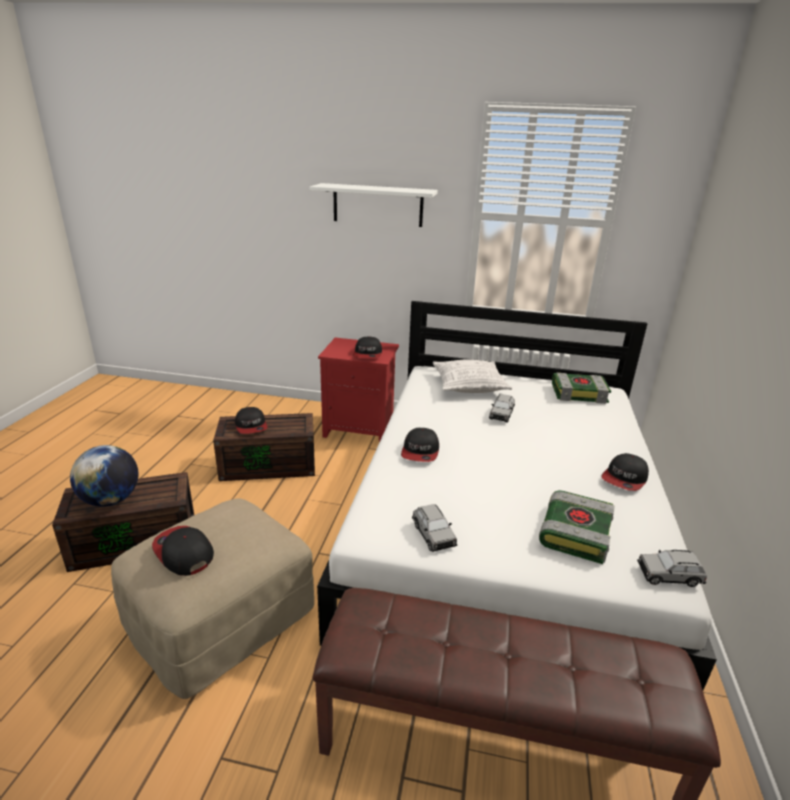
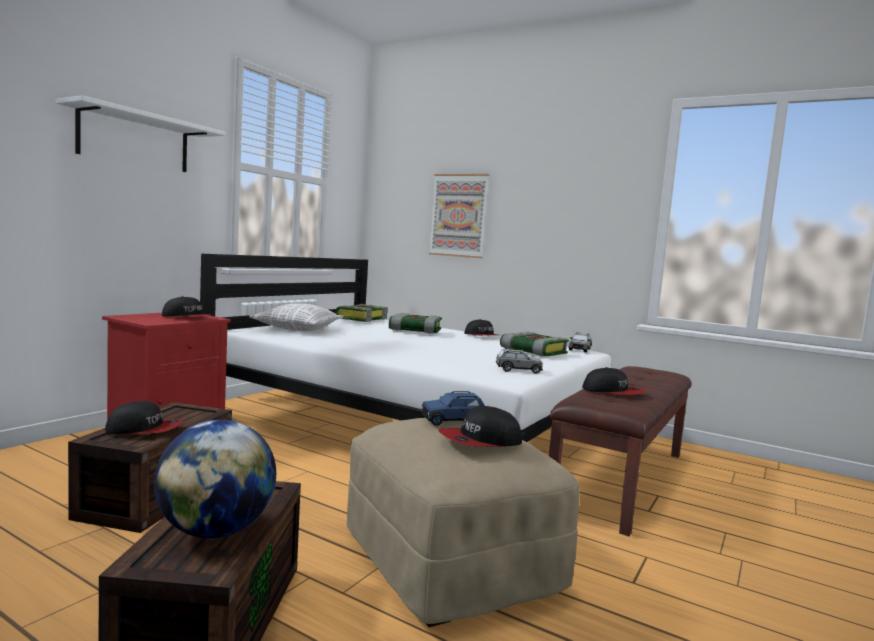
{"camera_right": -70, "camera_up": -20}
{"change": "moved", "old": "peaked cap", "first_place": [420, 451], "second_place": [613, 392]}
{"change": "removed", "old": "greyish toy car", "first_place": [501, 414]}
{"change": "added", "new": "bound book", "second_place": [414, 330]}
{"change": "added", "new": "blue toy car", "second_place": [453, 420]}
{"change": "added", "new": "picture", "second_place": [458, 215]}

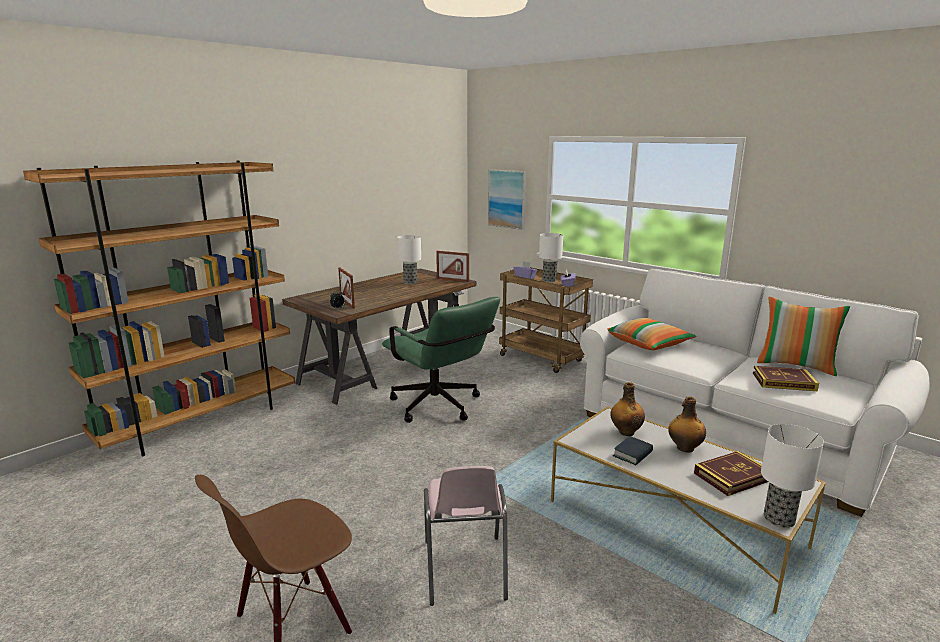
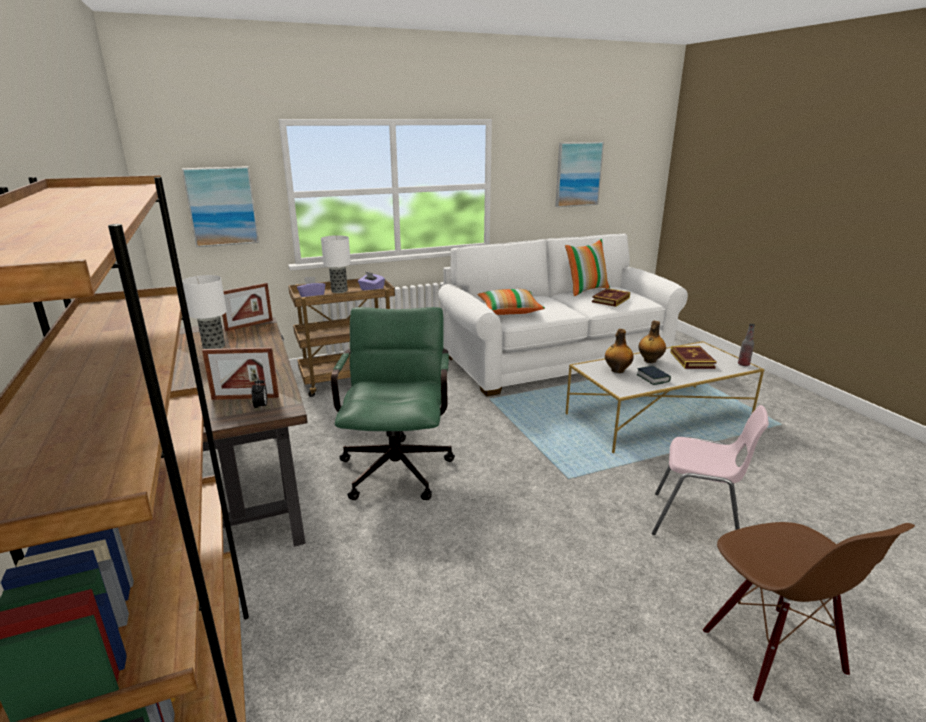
{"camera_right": -65, "camera_up": 5}
{"change": "turned", "old": "greenish office chair", "first_place": [440, 408], "second_place": [397, 464], "degrees": -75}
{"change": "replaced", "old": "lamp for a table", "new": "bottle", "first_place": [780, 519], "second_place": [743, 364]}
{"change": "added", "new": "picture", "second_place": [578, 174]}

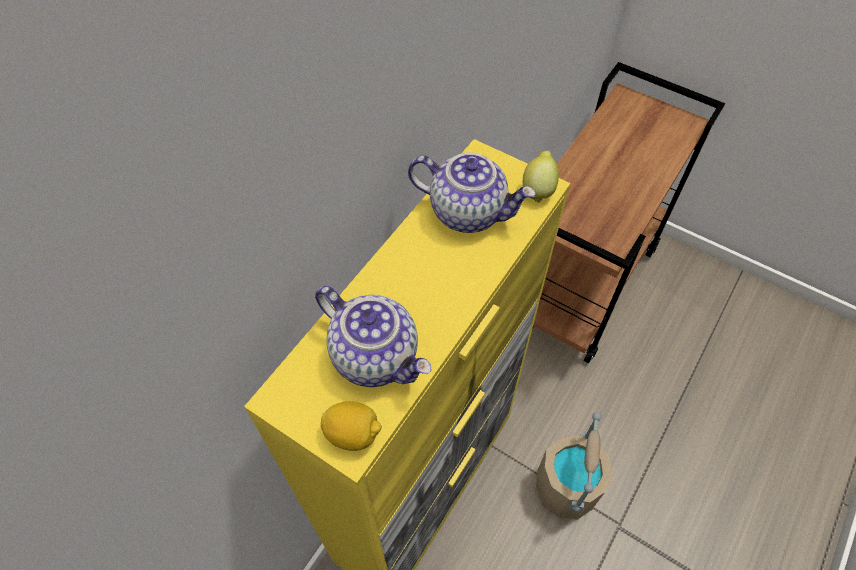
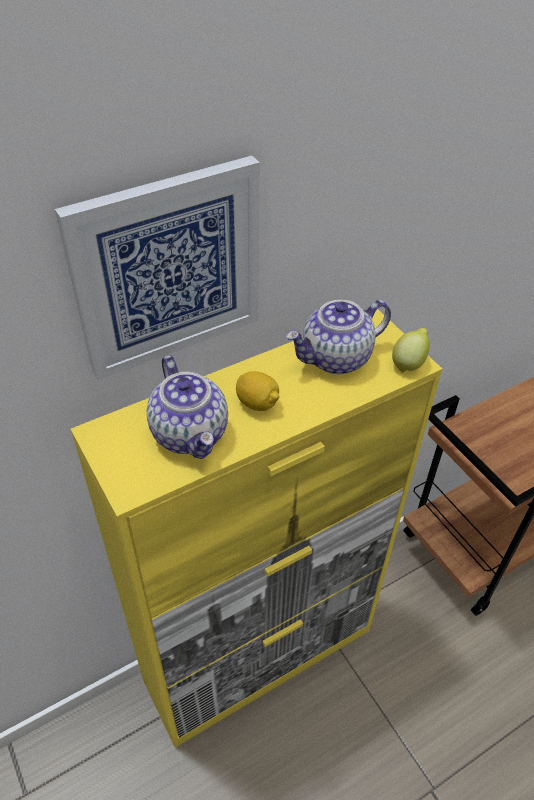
{"camera_right": 25, "camera_up": -10}
{"change": "moved", "old": "lemon", "first_place": [353, 434], "second_place": [257, 403]}
{"change": "turned", "old": "pot for tea", "first_place": [468, 211], "second_place": [336, 359], "degrees": 105}
{"change": "removed", "old": "beige bucket", "first_place": [566, 488]}
{"change": "added", "new": "picture", "second_place": [168, 269]}

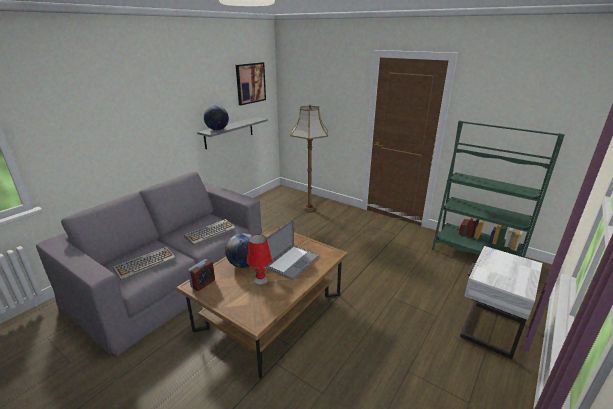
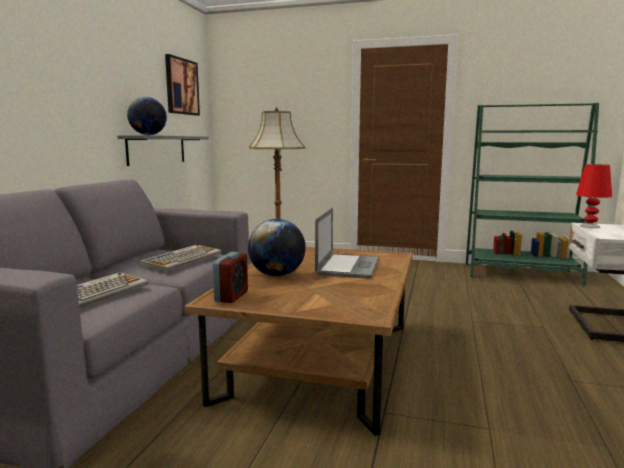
{"camera_right": -20, "camera_up": -15}
{"change": "moved", "old": "red lamp for a table", "first_place": [260, 280], "second_place": [589, 226]}

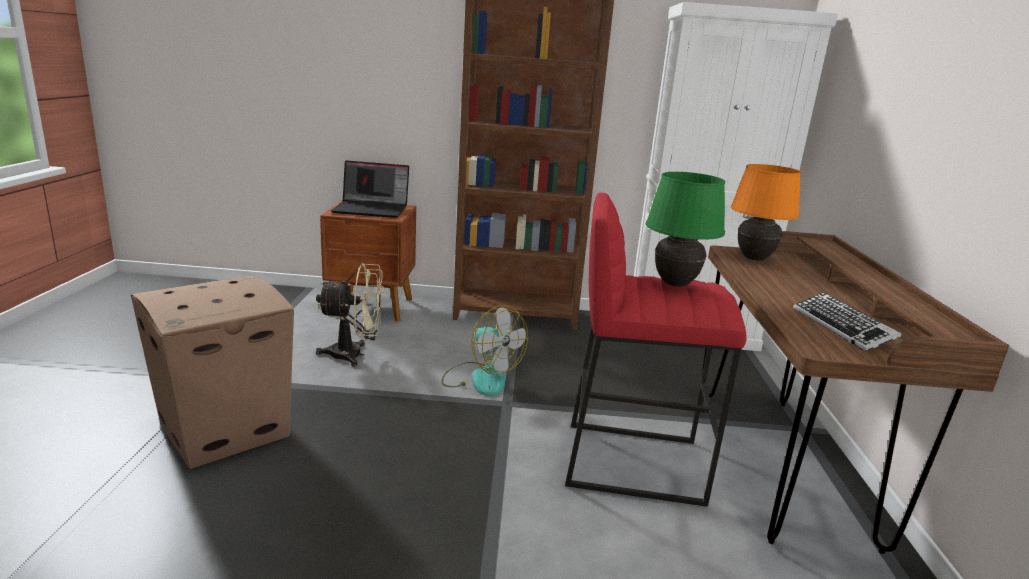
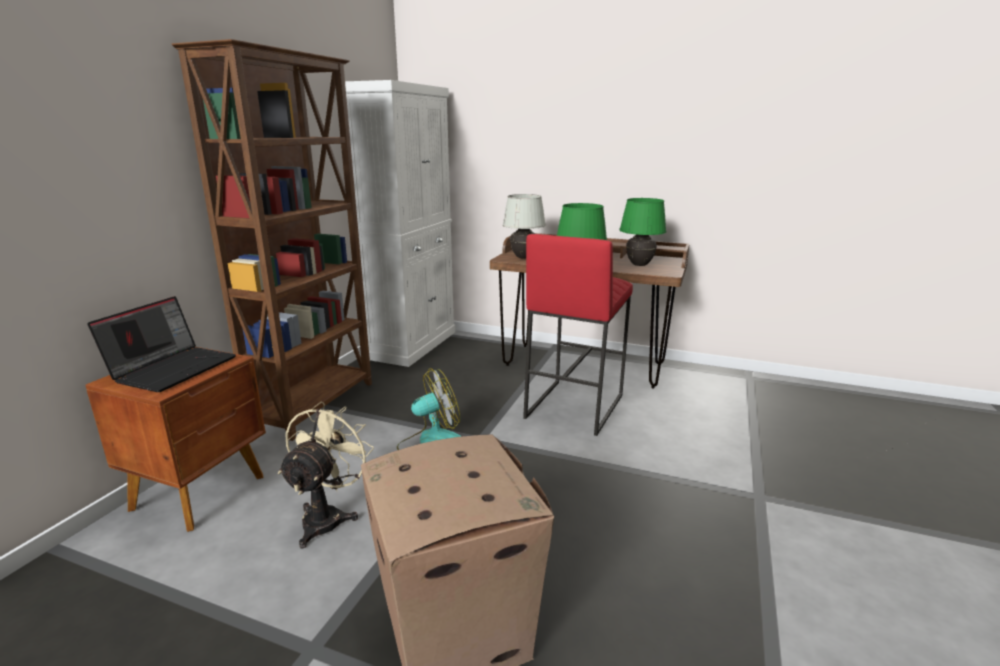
{"camera_right": -70, "camera_up": 0}
{"change": "recoloured", "old": "orangey lamp for a table", "new": "white lamp for a table", "first_place": [754, 259], "second_place": [523, 257]}
{"change": "replaced", "old": "PC keyboard", "new": "greenish lamp for a table", "first_place": [841, 327], "second_place": [639, 265]}

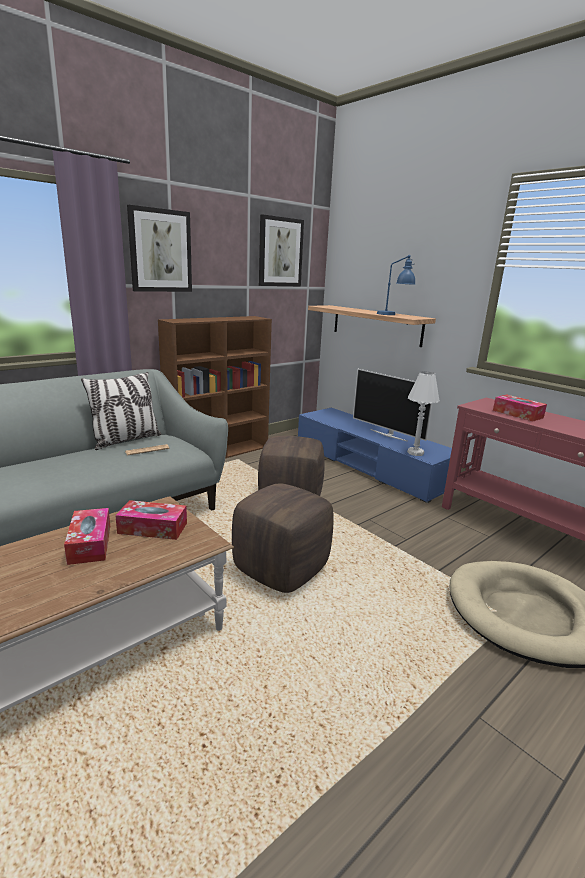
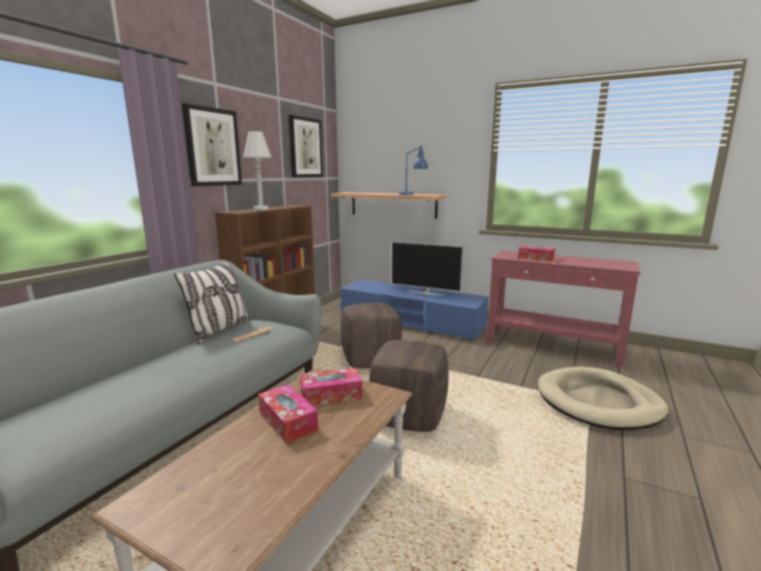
{"camera_right": -20, "camera_up": -5}
{"change": "moved", "old": "white lamp for a table", "first_place": [415, 453], "second_place": [261, 209]}

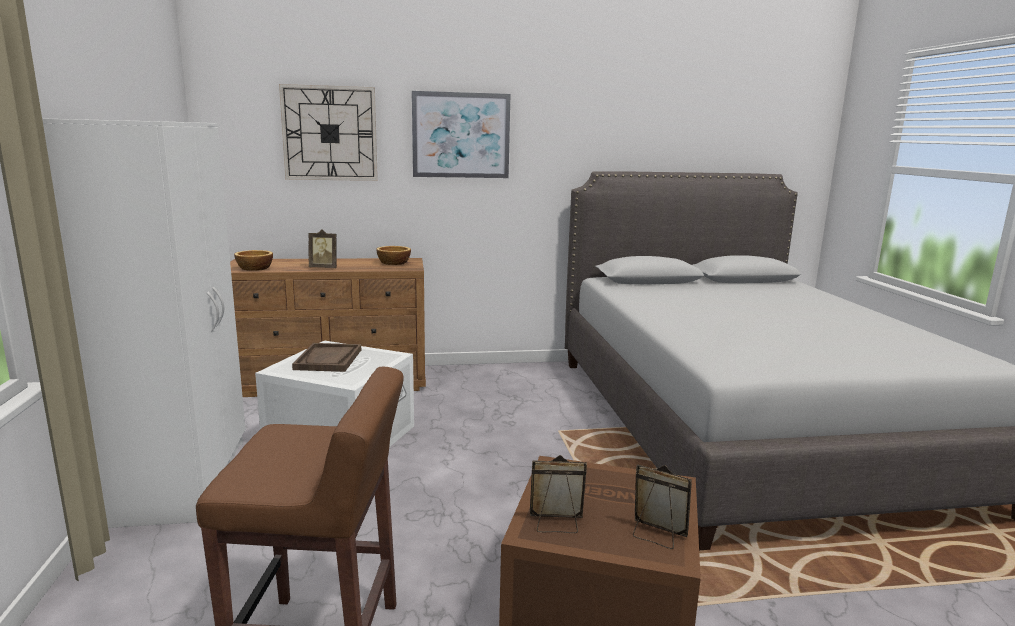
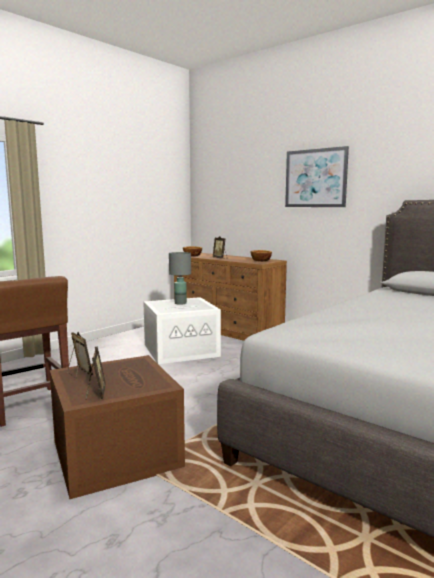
{"camera_right": 50, "camera_up": -5}
{"change": "removed", "old": "white armoire", "first_place": [185, 479]}
{"change": "removed", "old": "clock on the wall", "first_place": [330, 133]}
{"change": "replaced", "old": "brownish tray", "new": "greyish lamp for a table", "first_place": [328, 359], "second_place": [180, 303]}

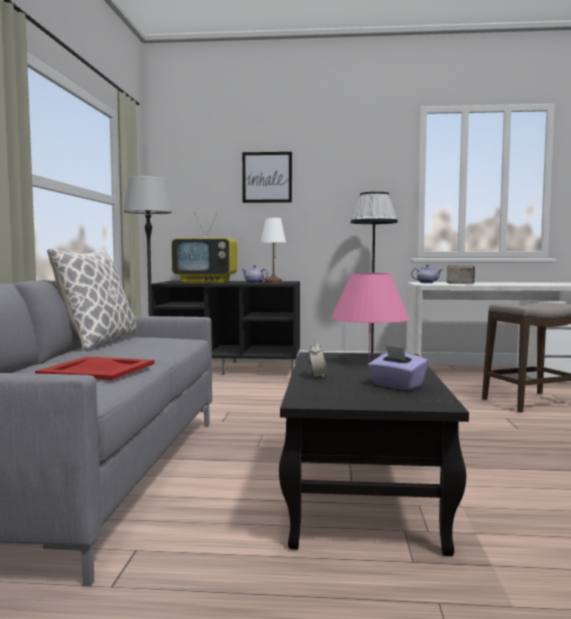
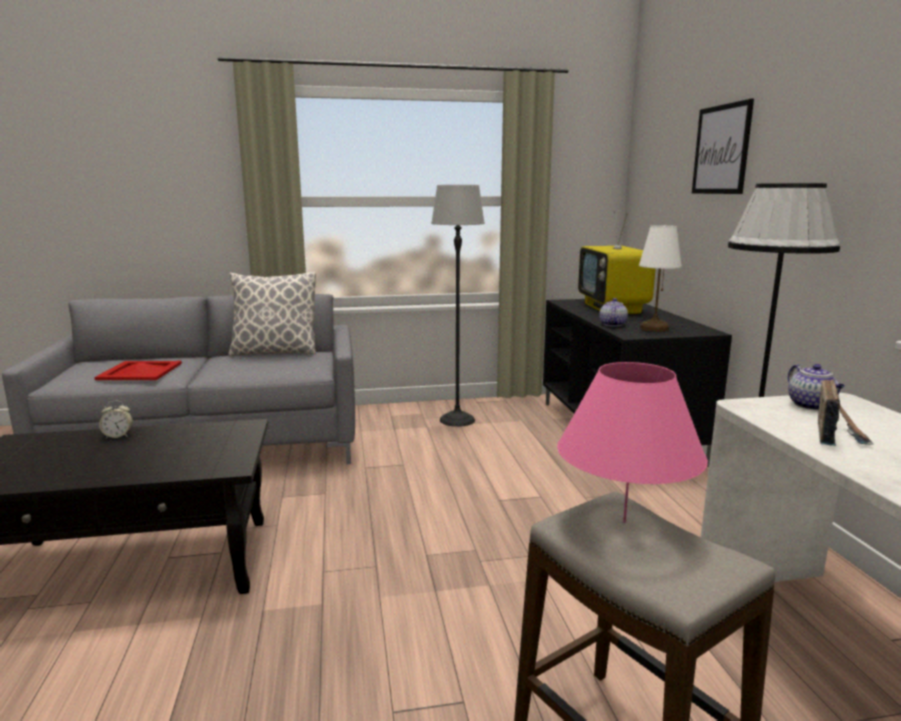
{"camera_right": 75, "camera_up": 10}
{"change": "moved", "old": "pink lamp for a table", "first_place": [369, 360], "second_place": [624, 522]}
{"change": "removed", "old": "purple box of tissues", "first_place": [396, 385]}

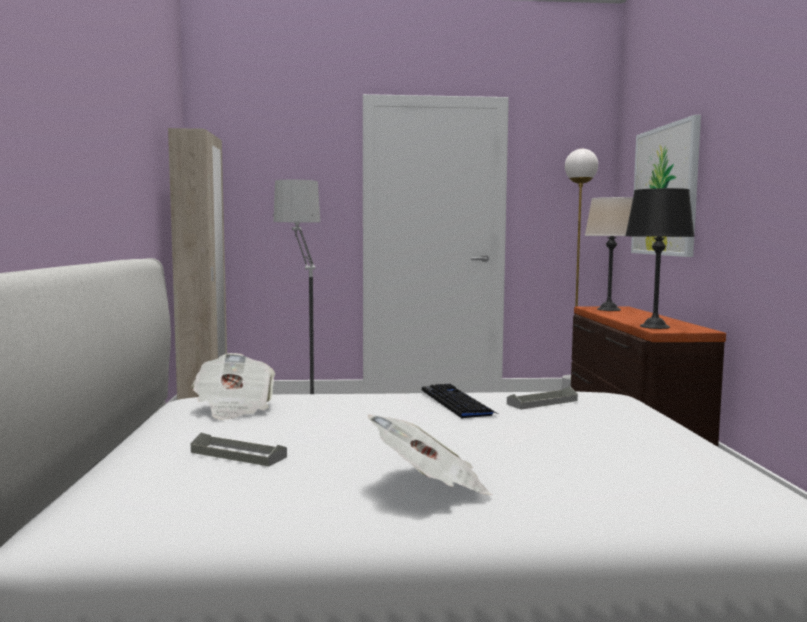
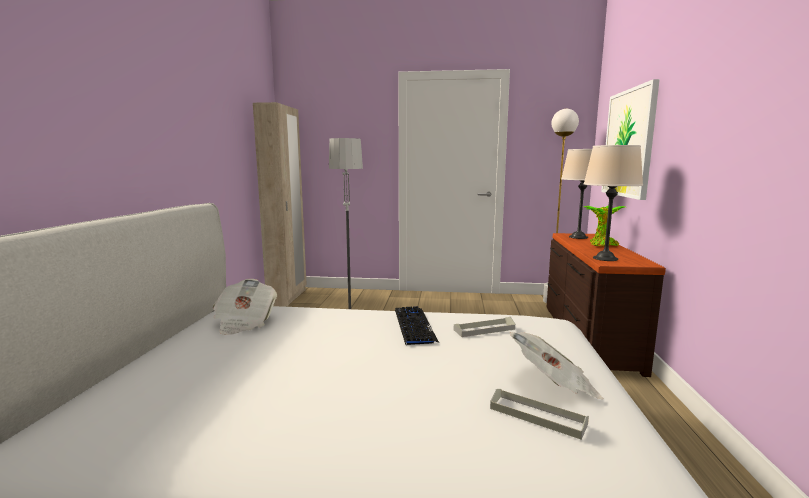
{"camera_right": 10, "camera_up": 5}
{"change": "moved", "old": "greyish tray", "first_place": [238, 454], "second_place": [537, 416]}
{"change": "moved", "old": "printed paper", "first_place": [430, 486], "second_place": [554, 385]}
{"change": "recoloured", "old": "blackish lamp for a table", "new": "beige lamp for a table", "first_place": [655, 326], "second_place": [605, 258]}
{"change": "added", "new": "plant in a pot", "second_place": [602, 245]}

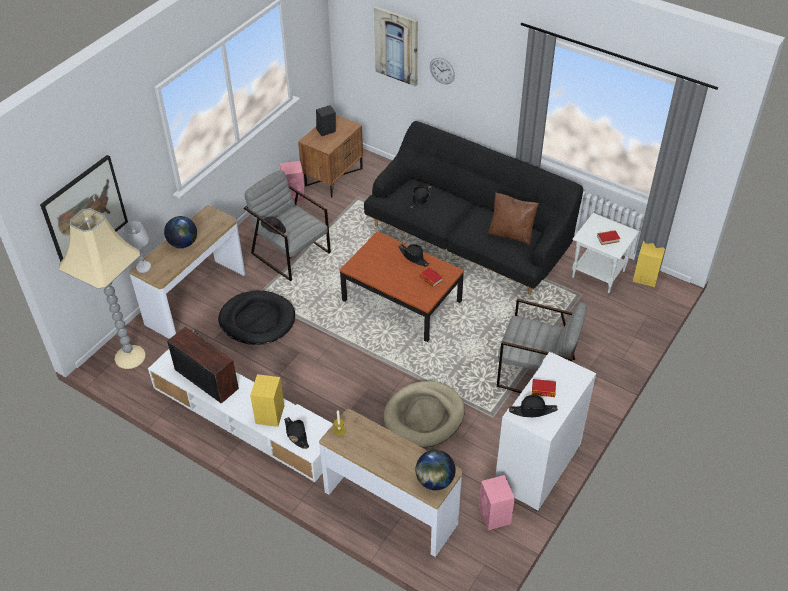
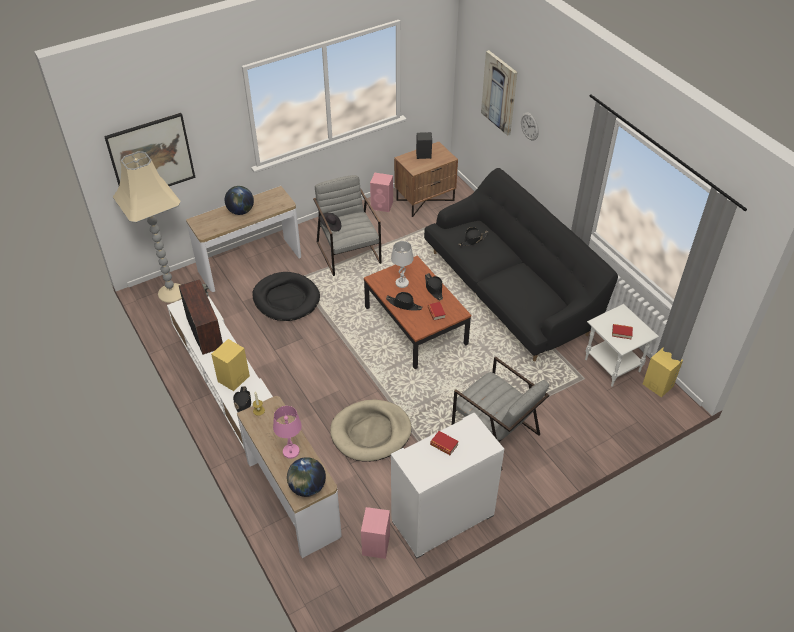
{"camera_right": 25, "camera_up": 0}
{"change": "moved", "old": "white lamp for a table", "first_place": [143, 267], "second_place": [402, 283]}
{"change": "removed", "old": "brownish pillow", "first_place": [511, 234]}
{"change": "moved", "old": "blackish wearable hat", "first_place": [533, 410], "second_place": [404, 304]}
{"change": "added", "new": "pink lamp for a table", "second_place": [291, 451]}

